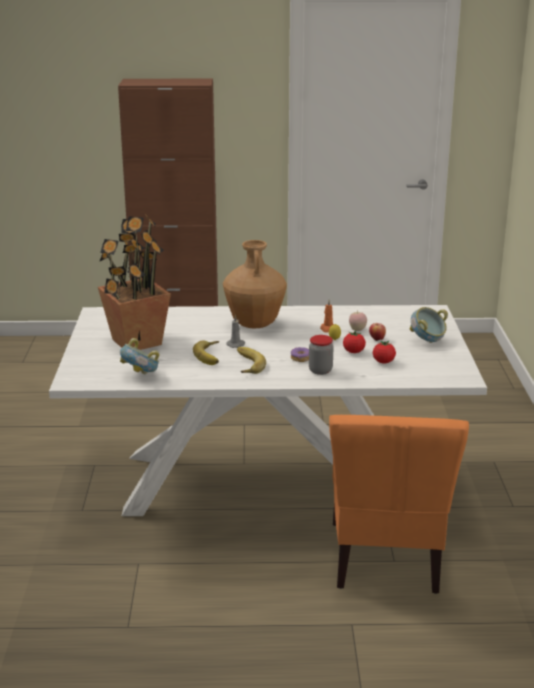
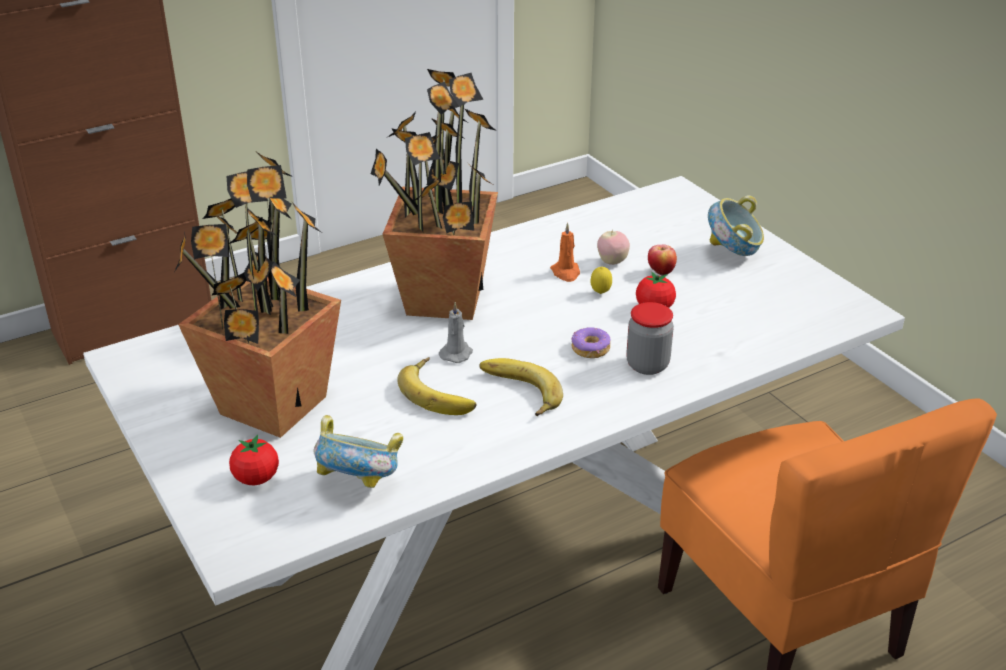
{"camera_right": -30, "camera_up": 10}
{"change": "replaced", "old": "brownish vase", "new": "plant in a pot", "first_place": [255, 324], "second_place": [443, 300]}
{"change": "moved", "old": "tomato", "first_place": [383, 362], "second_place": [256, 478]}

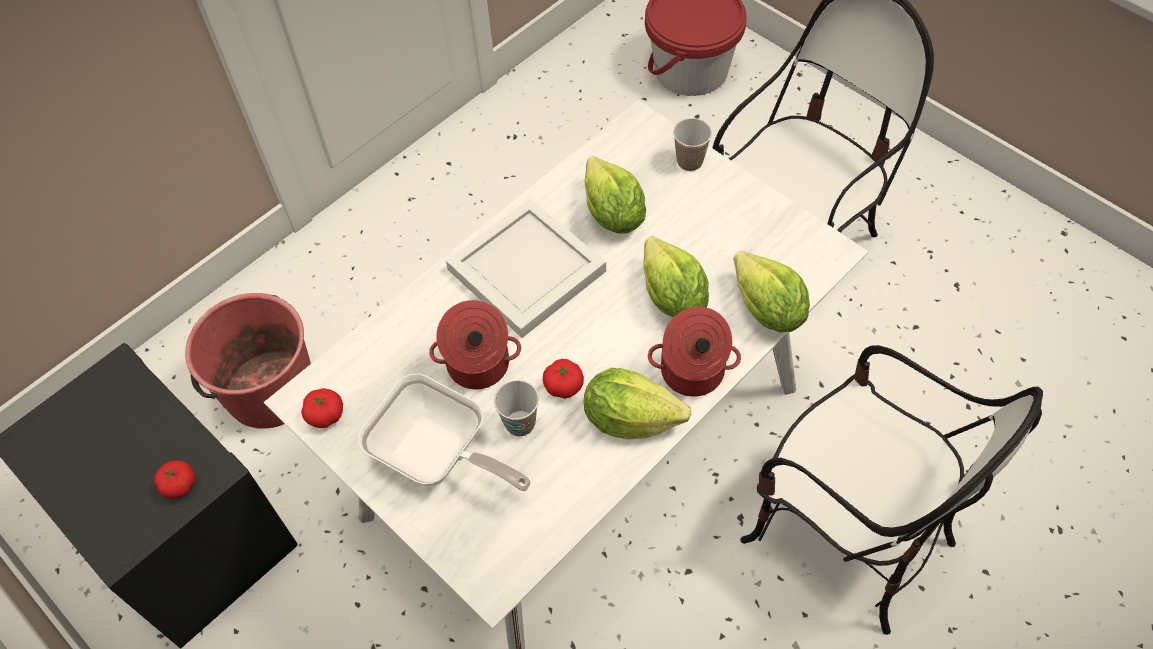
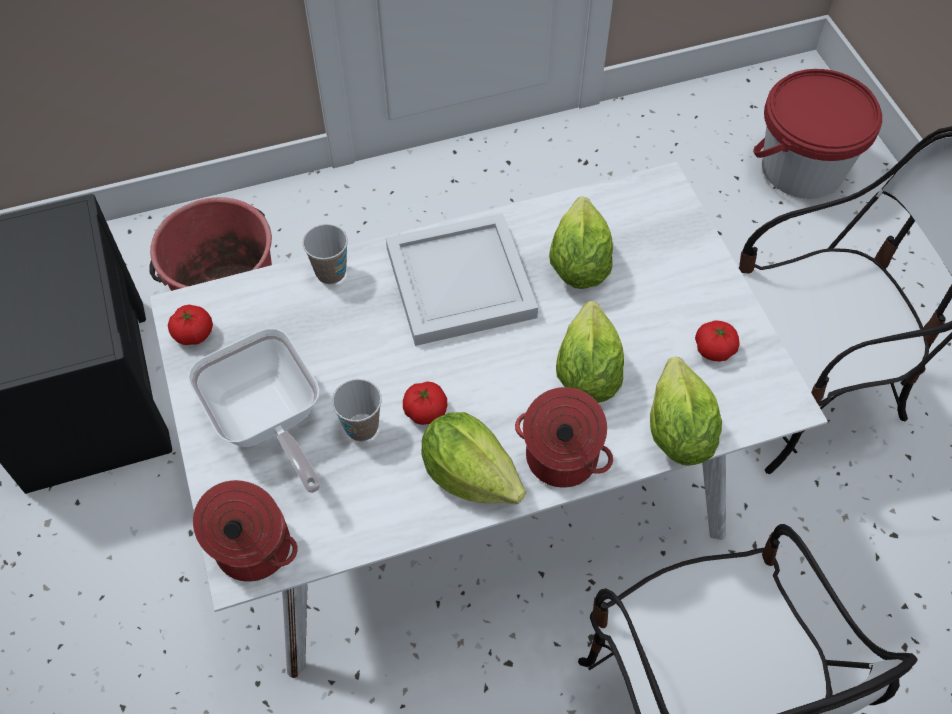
{"camera_right": 25, "camera_up": 0}
{"change": "moved", "old": "tomato", "first_place": [179, 485], "second_place": [714, 349]}
{"change": "moved", "old": "cooking pot", "first_place": [478, 366], "second_place": [252, 549]}
{"change": "moved", "old": "small cup", "first_place": [689, 161], "second_place": [331, 272]}

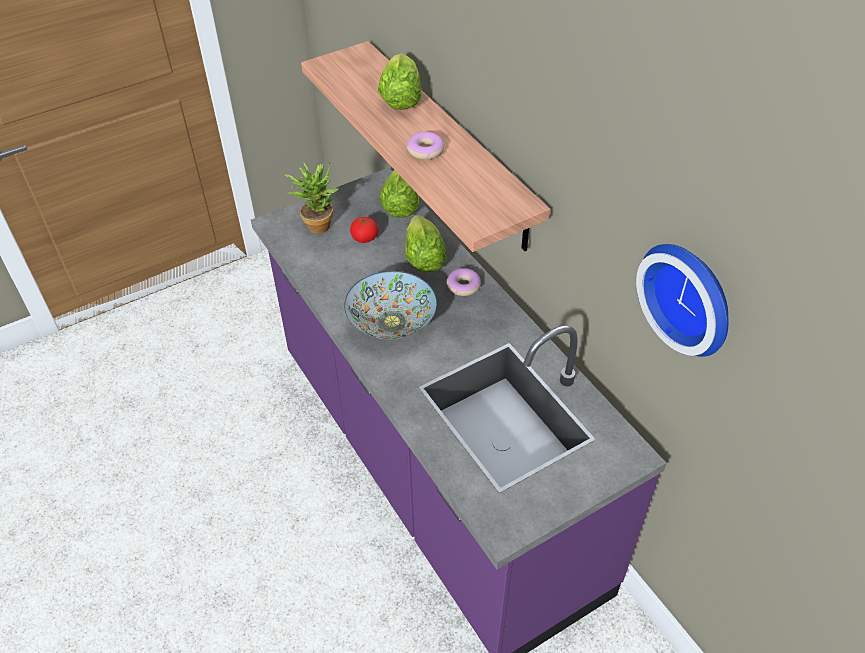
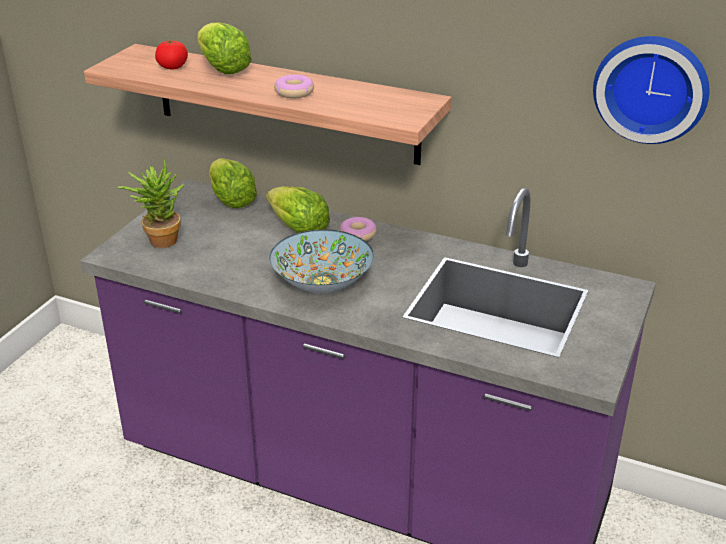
{"camera_right": -35, "camera_up": -15}
{"change": "moved", "old": "tomato", "first_place": [365, 238], "second_place": [173, 67]}

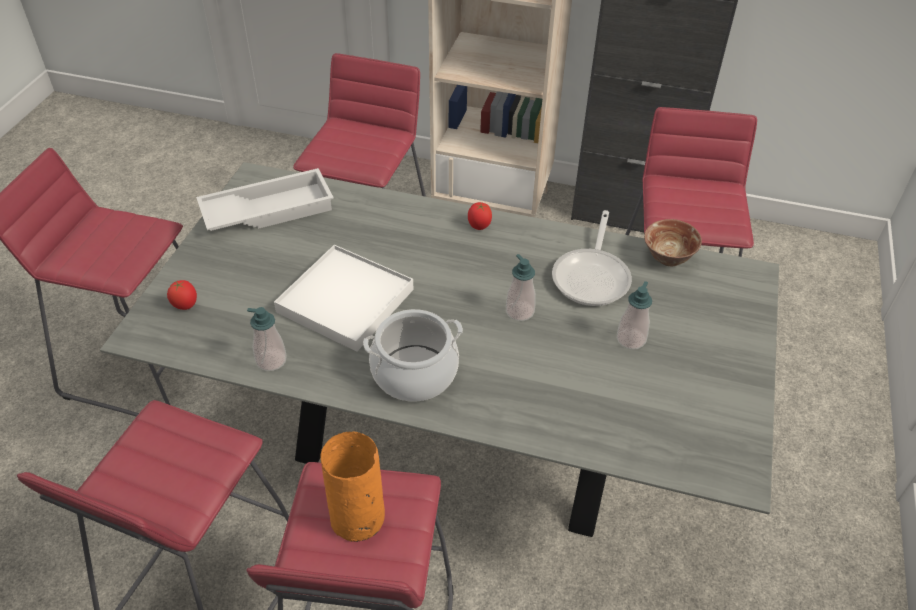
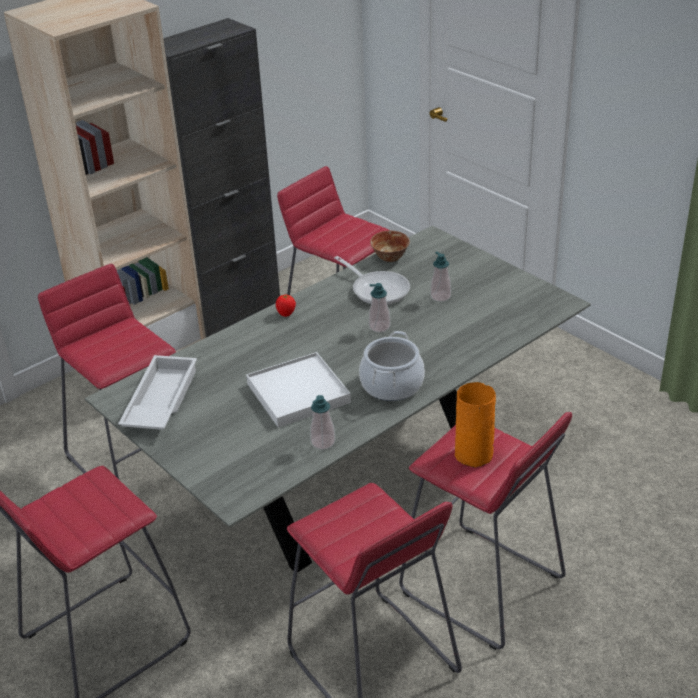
{"camera_right": -55, "camera_up": -10}
{"change": "removed", "old": "tomato", "first_place": [185, 306]}

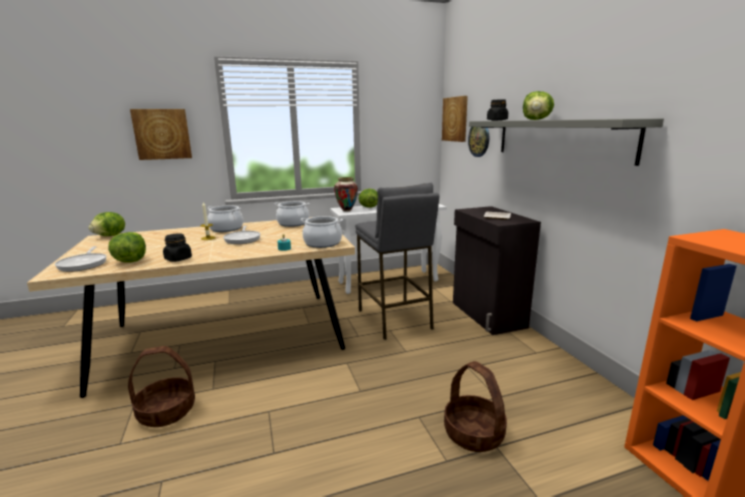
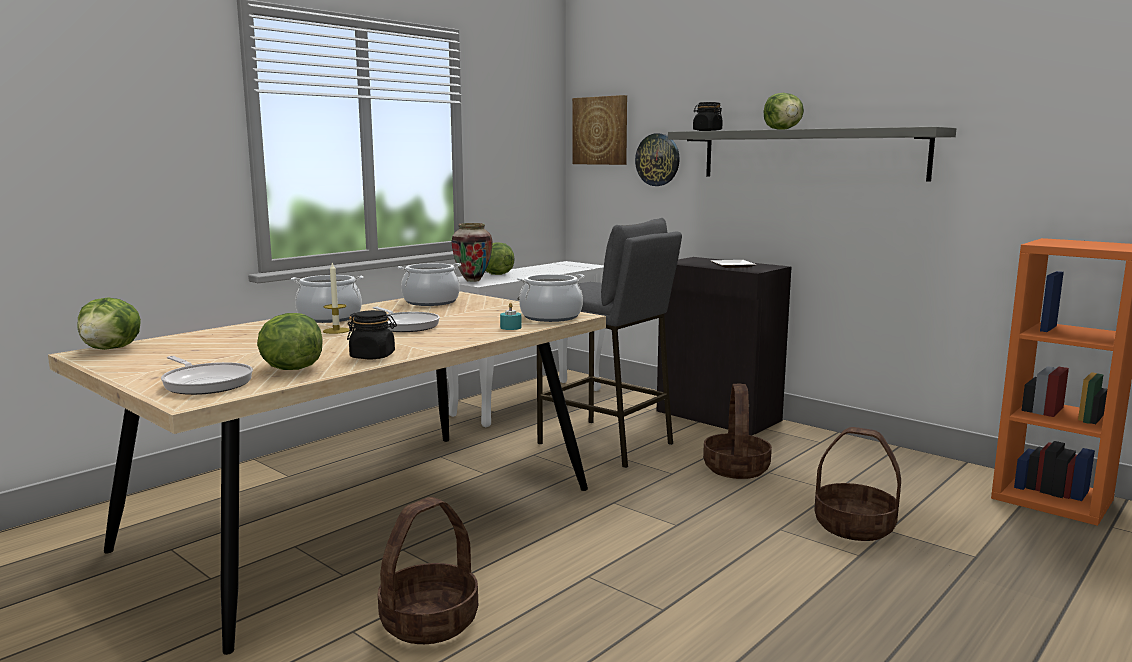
{"camera_right": -30, "camera_up": -5}
{"change": "removed", "old": "picture", "first_place": [162, 134]}
{"change": "added", "new": "storage basket", "second_place": [736, 468]}

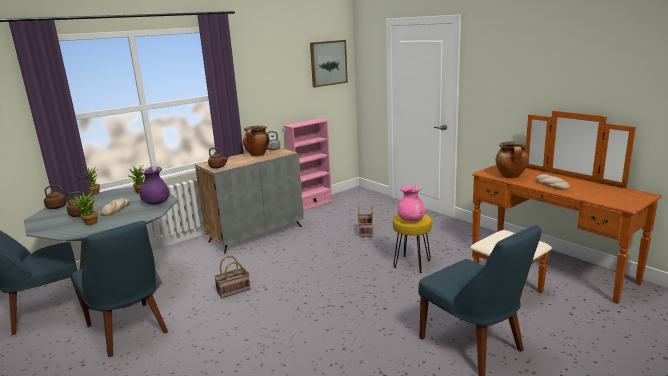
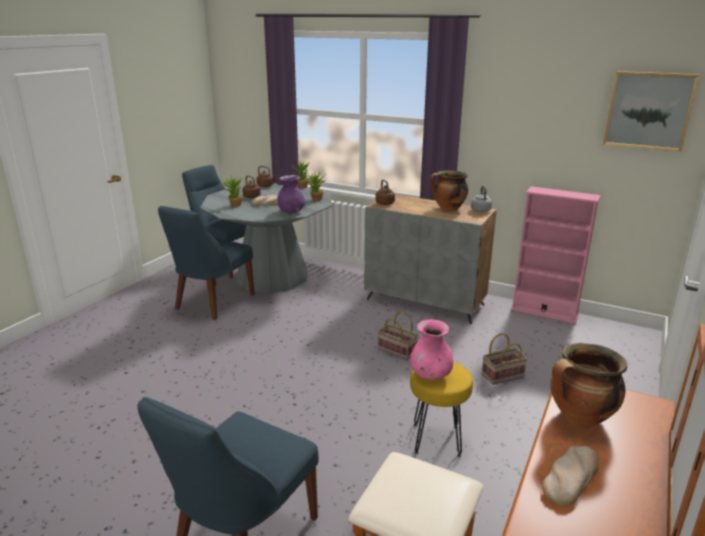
{"camera_right": 65, "camera_up": 5}
{"change": "moved", "old": "storage basket", "first_place": [233, 291], "second_place": [395, 351]}

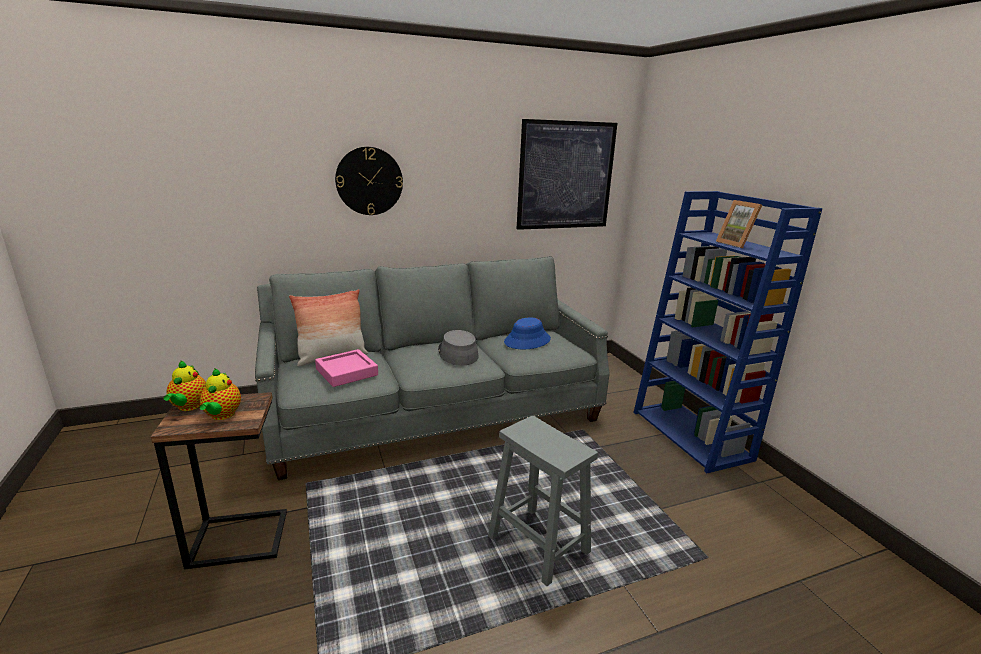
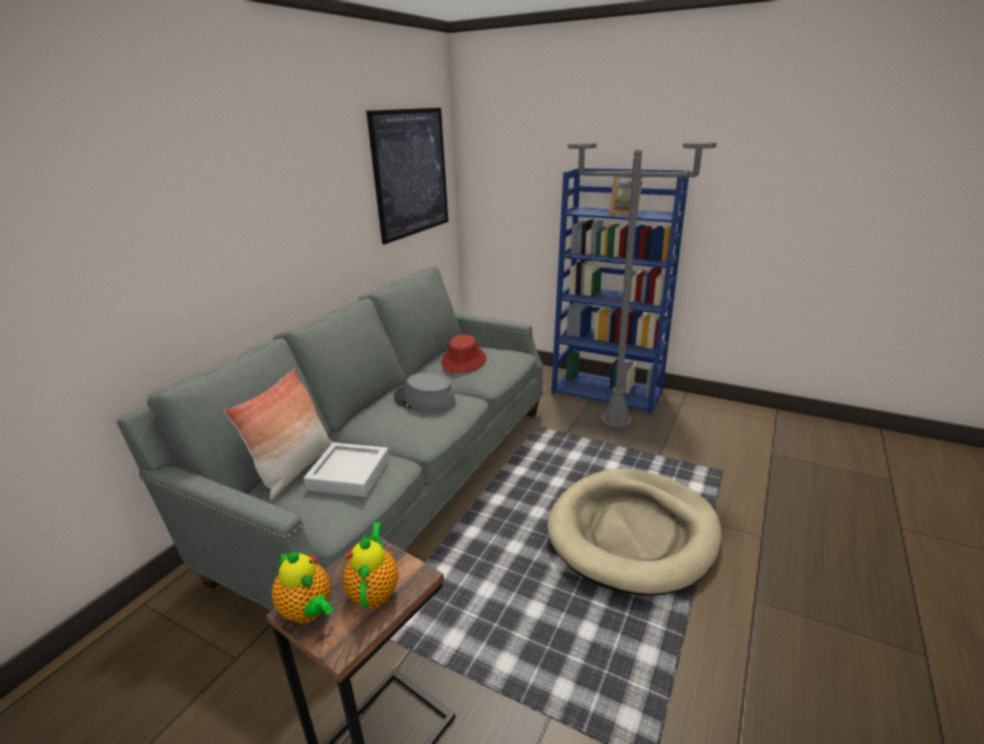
{"camera_right": -40, "camera_up": 5}
{"change": "turned", "old": "pot for tea", "first_place": [222, 415], "second_place": [374, 591], "degrees": -135}
{"change": "recoloured", "old": "pink tray", "new": "greyish tray", "first_place": [347, 372], "second_place": [349, 474]}
{"change": "removed", "old": "clock on the wall", "first_place": [369, 181]}
{"change": "replaced", "old": "greyish stool", "new": "beige pet bed", "first_place": [540, 545], "second_place": [632, 533]}
{"change": "recoloured", "old": "blue wearable hat", "new": "red wearable hat", "first_place": [527, 341], "second_place": [464, 361]}
{"change": "added", "new": "greyish standing lamp", "second_place": [615, 421]}

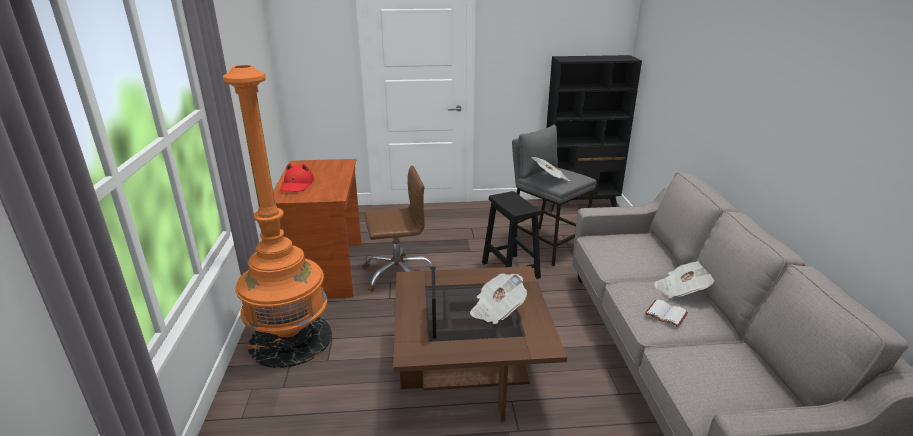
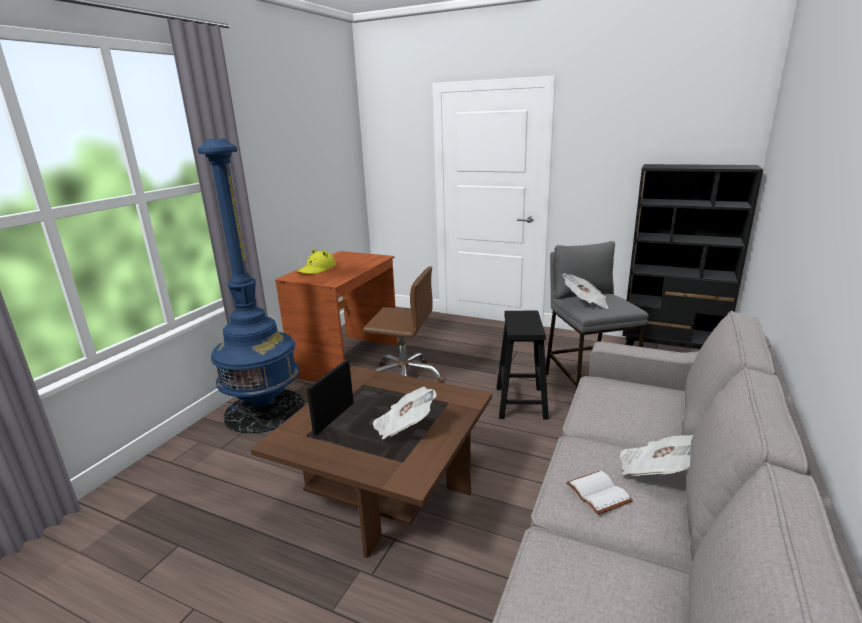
{"camera_right": 30, "camera_up": -5}
{"change": "recoloured", "old": "orangey standing lamp", "new": "blue standing lamp", "first_place": [290, 339], "second_place": [265, 410]}
{"change": "recoloured", "old": "red wearable hat", "new": "yellowish wearable hat", "first_place": [297, 185], "second_place": [317, 269]}

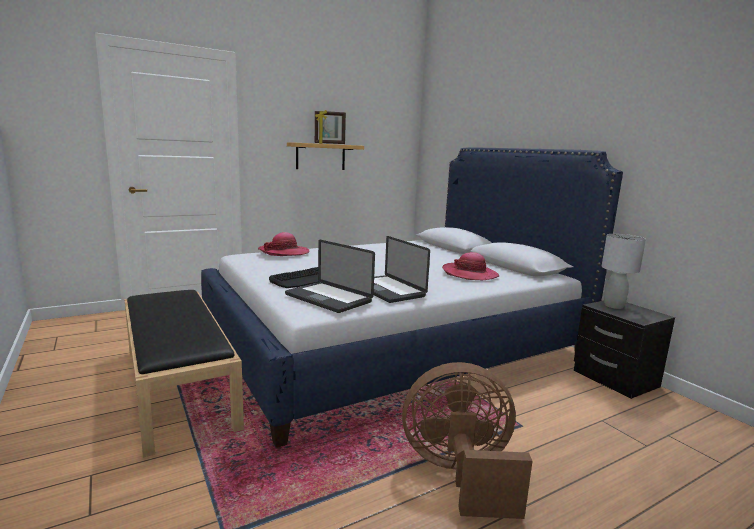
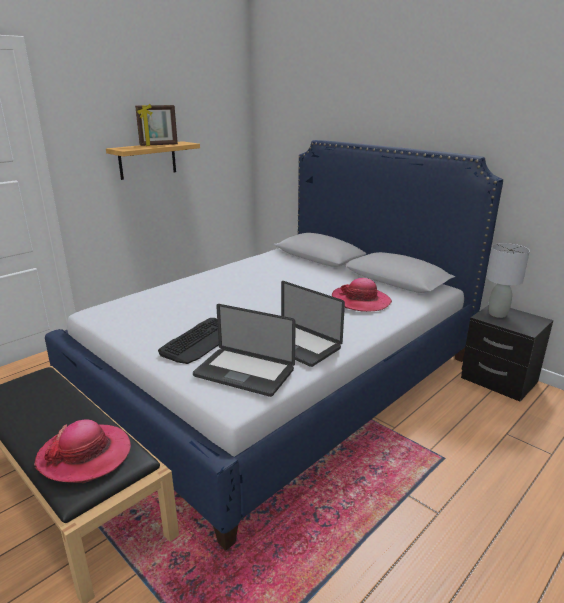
{"camera_right": -15, "camera_up": 10}
{"change": "moved", "old": "wearable hat", "first_place": [284, 252], "second_place": [85, 455]}
{"change": "removed", "old": "brownish fan", "first_place": [460, 475]}

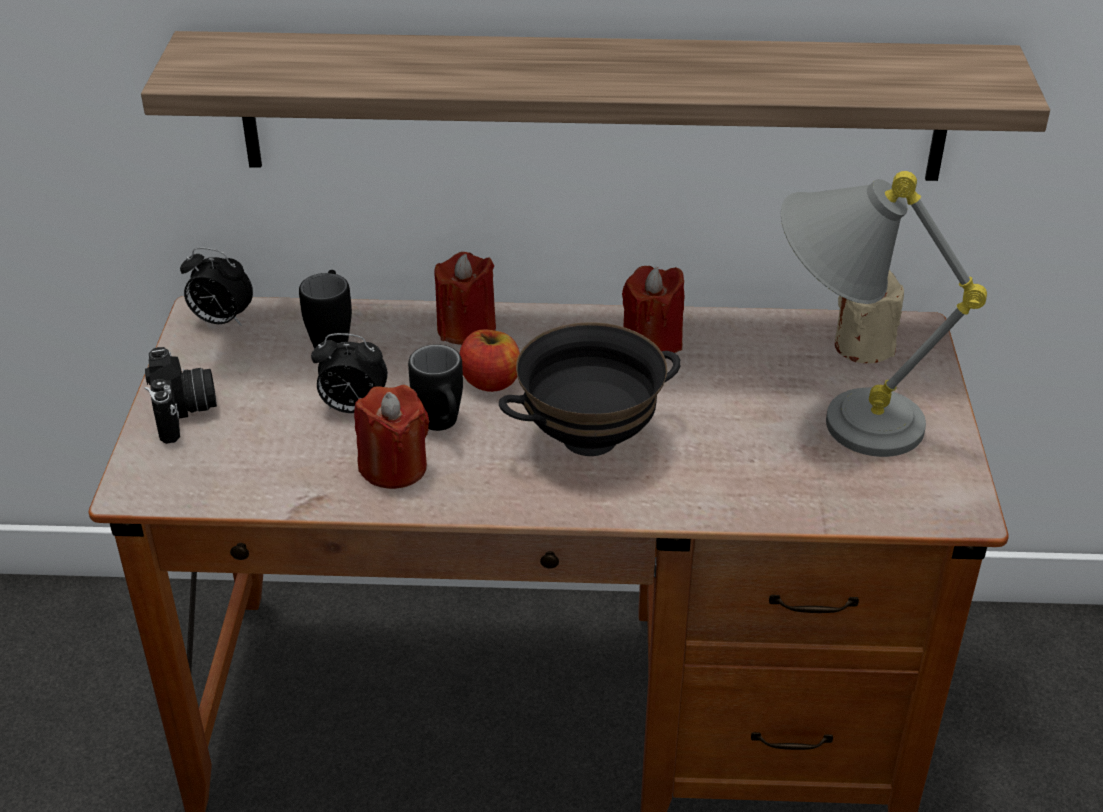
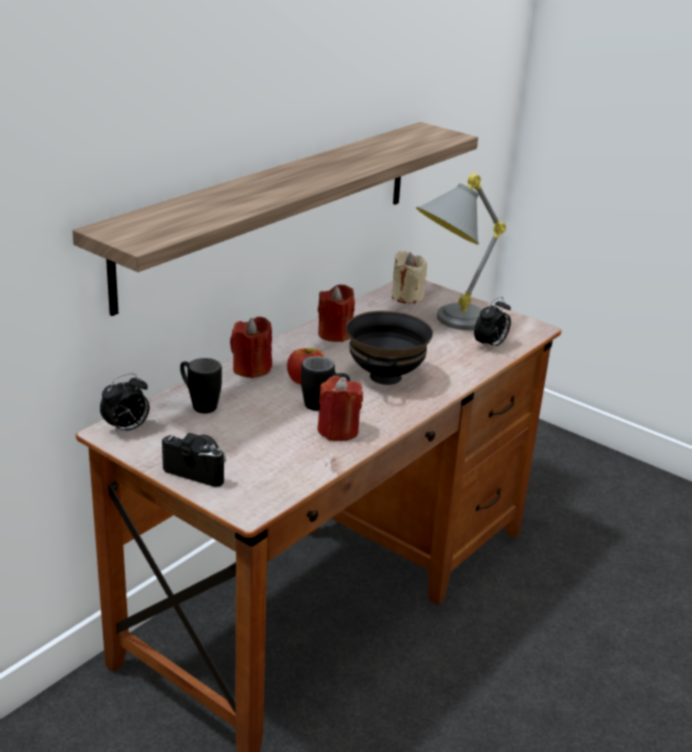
{"camera_right": -55, "camera_up": -10}
{"change": "moved", "old": "table clock", "first_place": [352, 408], "second_place": [490, 345]}

